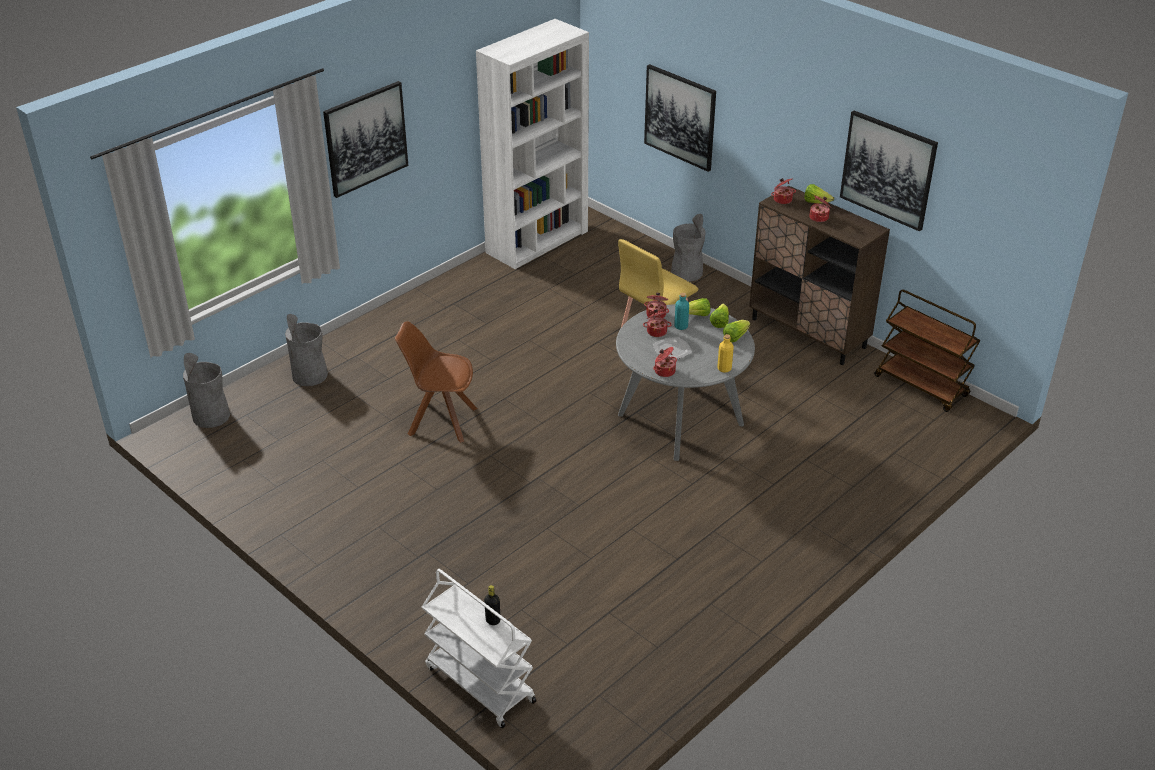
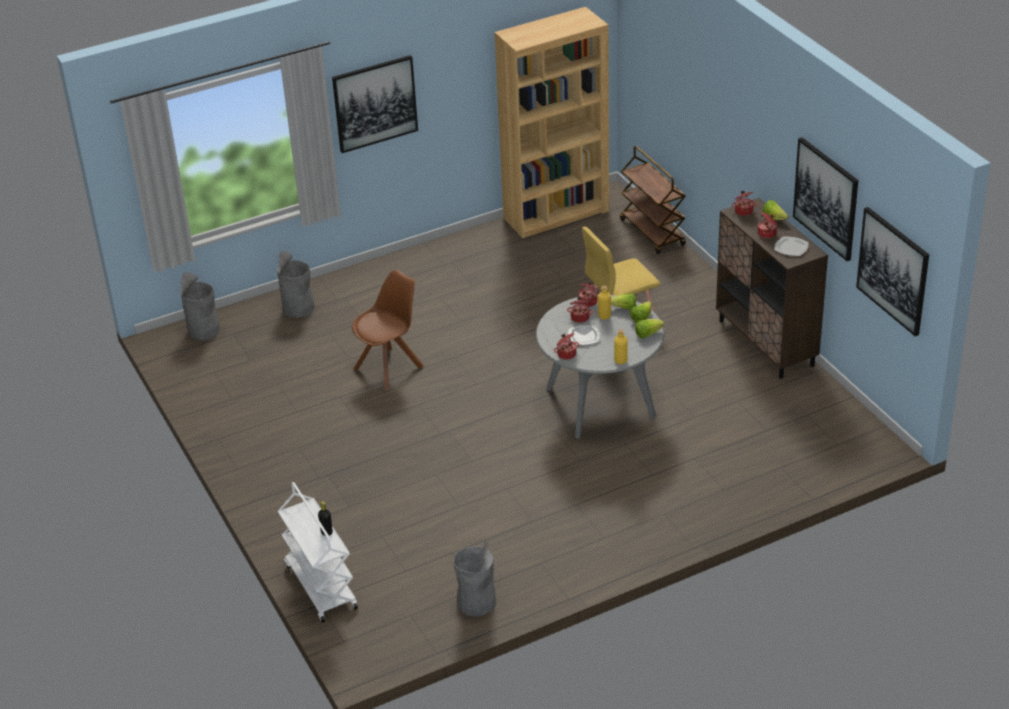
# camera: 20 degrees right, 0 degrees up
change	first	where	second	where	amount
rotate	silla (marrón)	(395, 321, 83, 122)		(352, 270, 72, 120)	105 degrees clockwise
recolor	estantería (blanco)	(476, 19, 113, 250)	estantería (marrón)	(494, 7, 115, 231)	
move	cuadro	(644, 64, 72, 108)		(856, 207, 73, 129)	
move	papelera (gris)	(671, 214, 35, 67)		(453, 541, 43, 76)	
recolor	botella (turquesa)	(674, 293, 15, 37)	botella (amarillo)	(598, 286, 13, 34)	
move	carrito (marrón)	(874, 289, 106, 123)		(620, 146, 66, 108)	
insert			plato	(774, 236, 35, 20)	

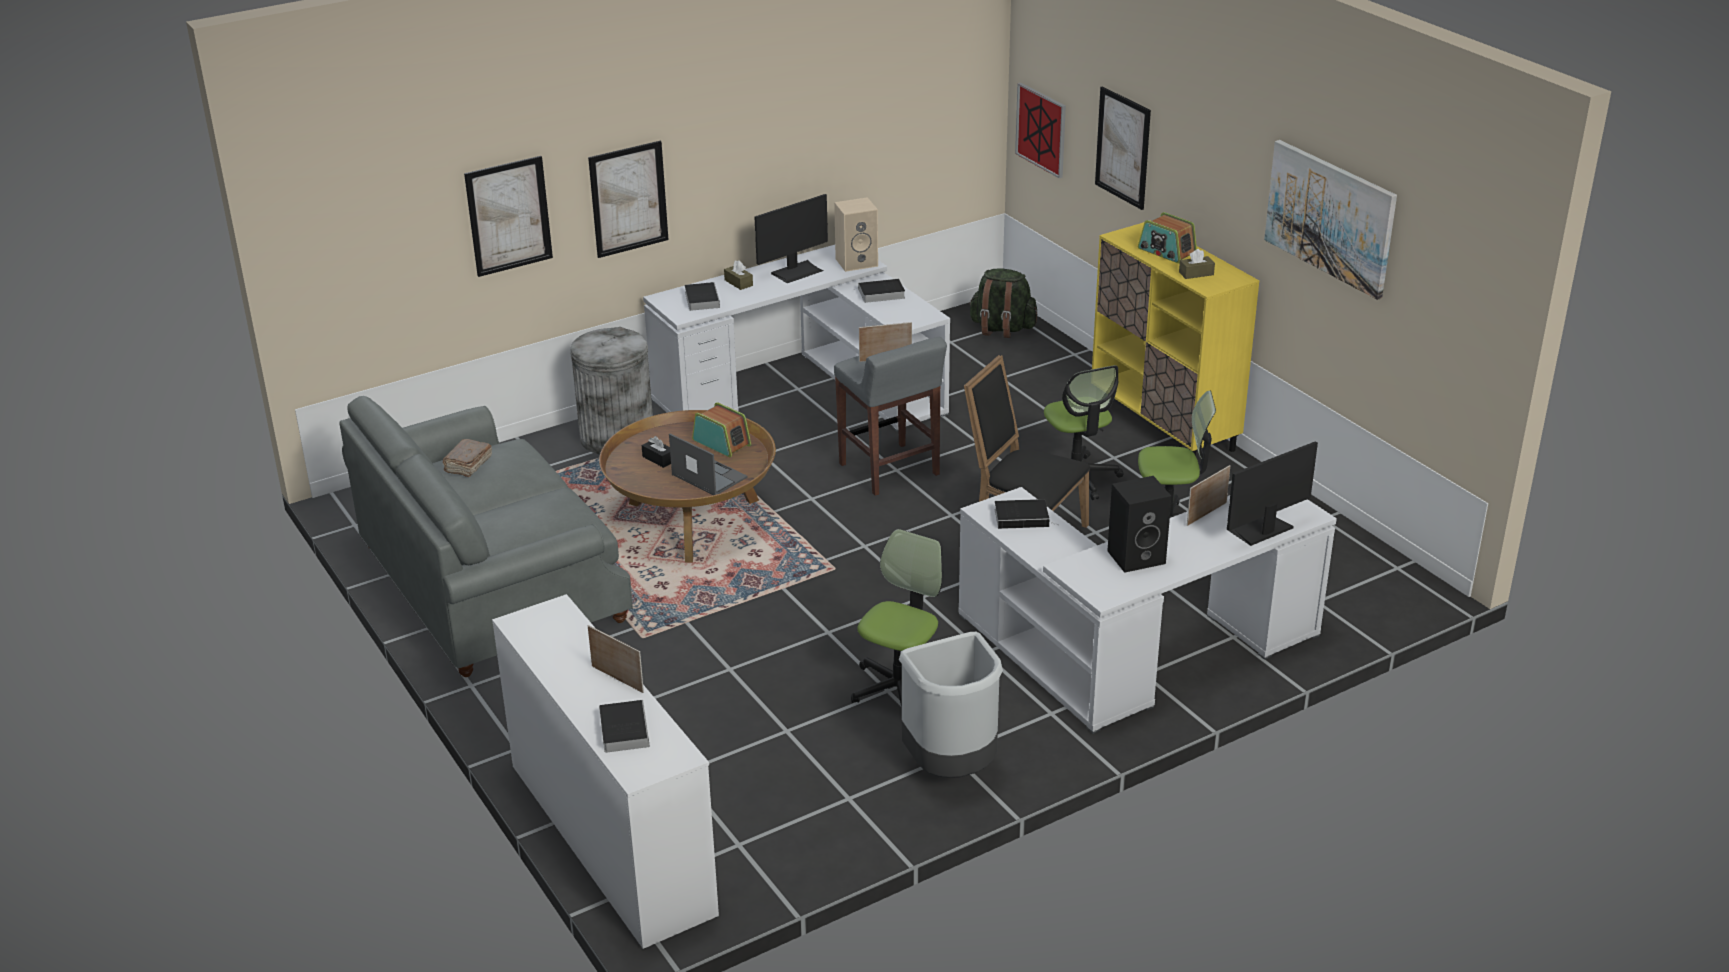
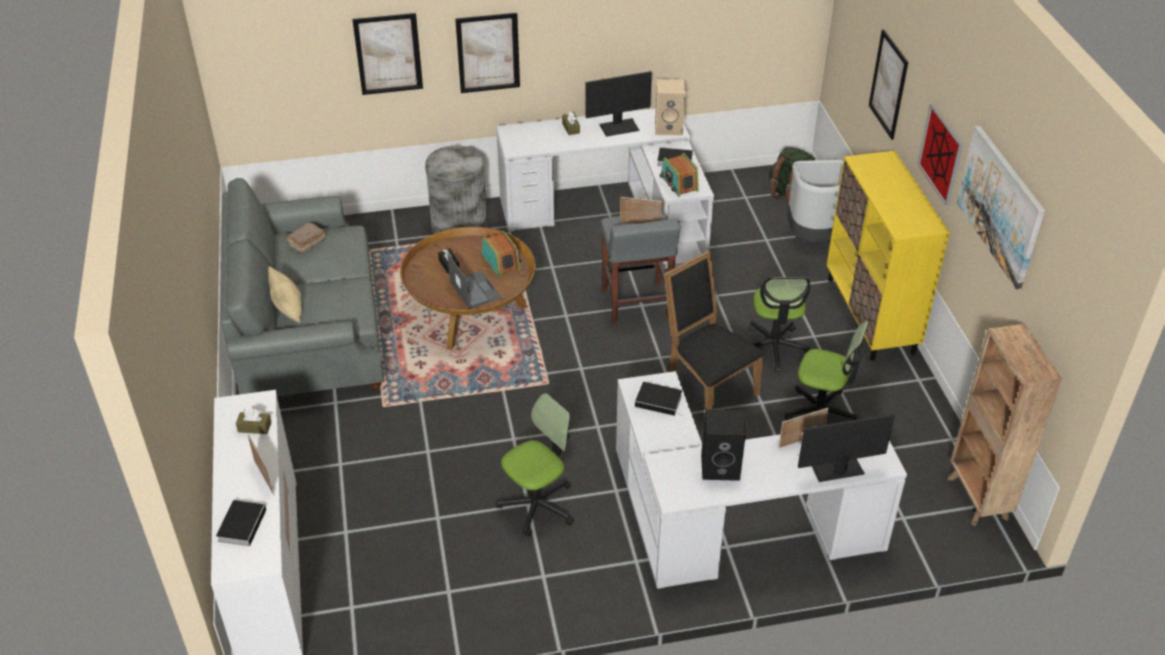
# camera: 20 degrees right, 10 degrees up
change	first	where	second	where	amount
delete	libro	(684, 282, 36, 29)			
move	papelera (gris)	(899, 632, 104, 146)		(787, 160, 56, 83)	
move	cuadro	(1015, 83, 51, 95)		(917, 104, 47, 102)	
move	radio	(1138, 212, 59, 51)		(660, 153, 39, 44)	
move	caja de pañuelos (marrón)	(1179, 249, 36, 30)		(236, 409, 35, 25)	
insert			cojín (beis)	(268, 266, 34, 57)	
insert			estantería (marrón)	(947, 324, 115, 202)	

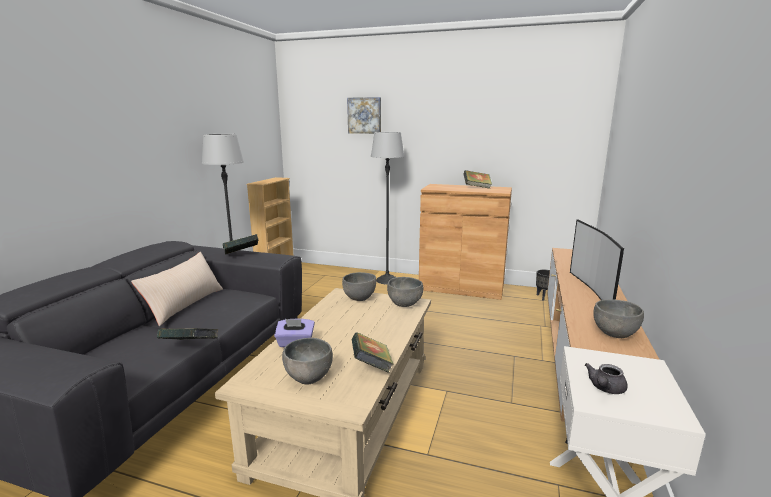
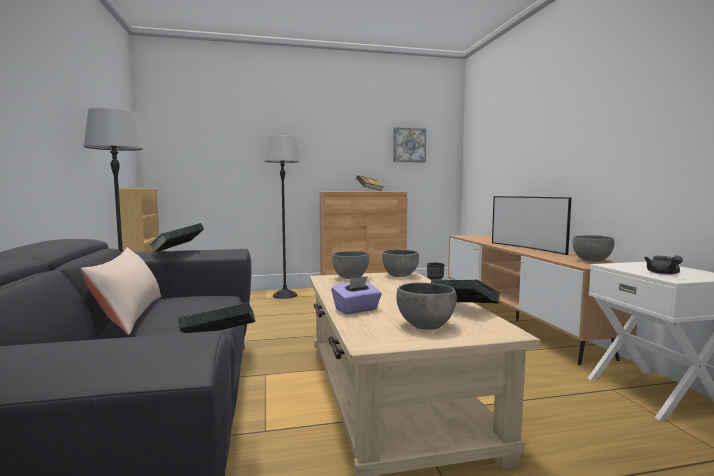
# camera: 30 degrees left, 10 degrees down
change	first	where	second	where	amount
move	cuadro	(347, 97, 34, 37)		(393, 128, 33, 35)	

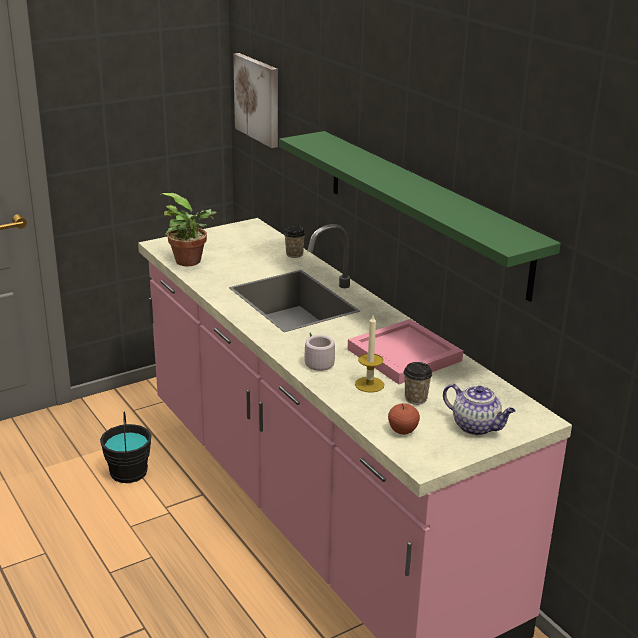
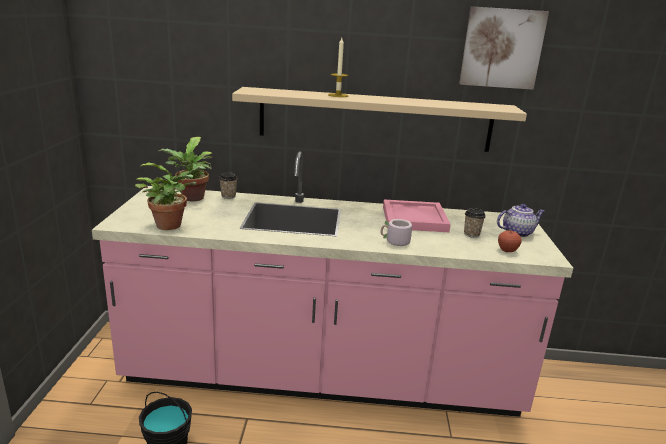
# camera: 55 degrees left, 5 degrees down
change	first	where	second	where	amount
move	cuadro	(233, 53, 45, 95)		(459, 6, 90, 84)	
recolor	estante (verde)	(279, 131, 282, 171)	estante (beis)	(232, 87, 295, 65)	
move	vela	(355, 315, 29, 78)		(328, 38, 20, 59)	
insert			planta en maceta	(158, 137, 55, 65)	

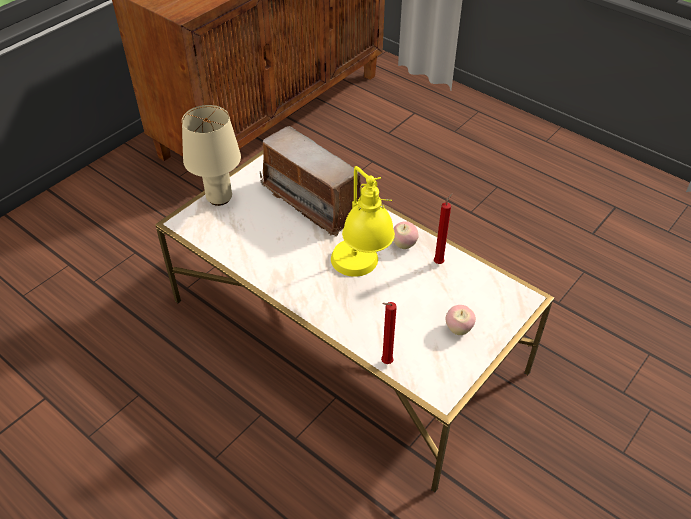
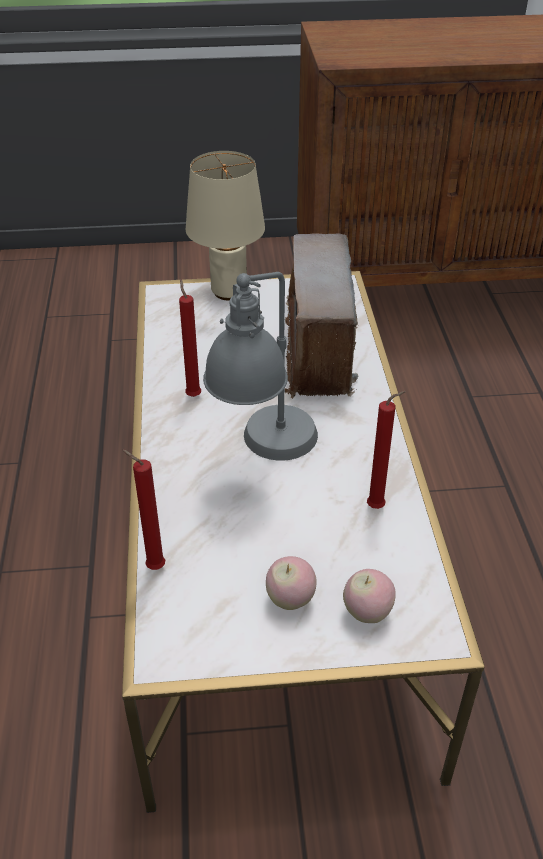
# camera: 45 degrees right, 5 degrees down
change	first	where	second	where	amount
recolor	lámpara de mesa (amarillo)	(331, 166, 64, 111)	lámpara de mesa (gris)	(203, 272, 115, 189)	
move	manzana	(393, 221, 26, 28)		(343, 569, 53, 54)	
insert			vela (rojo)	(179, 279, 22, 118)	

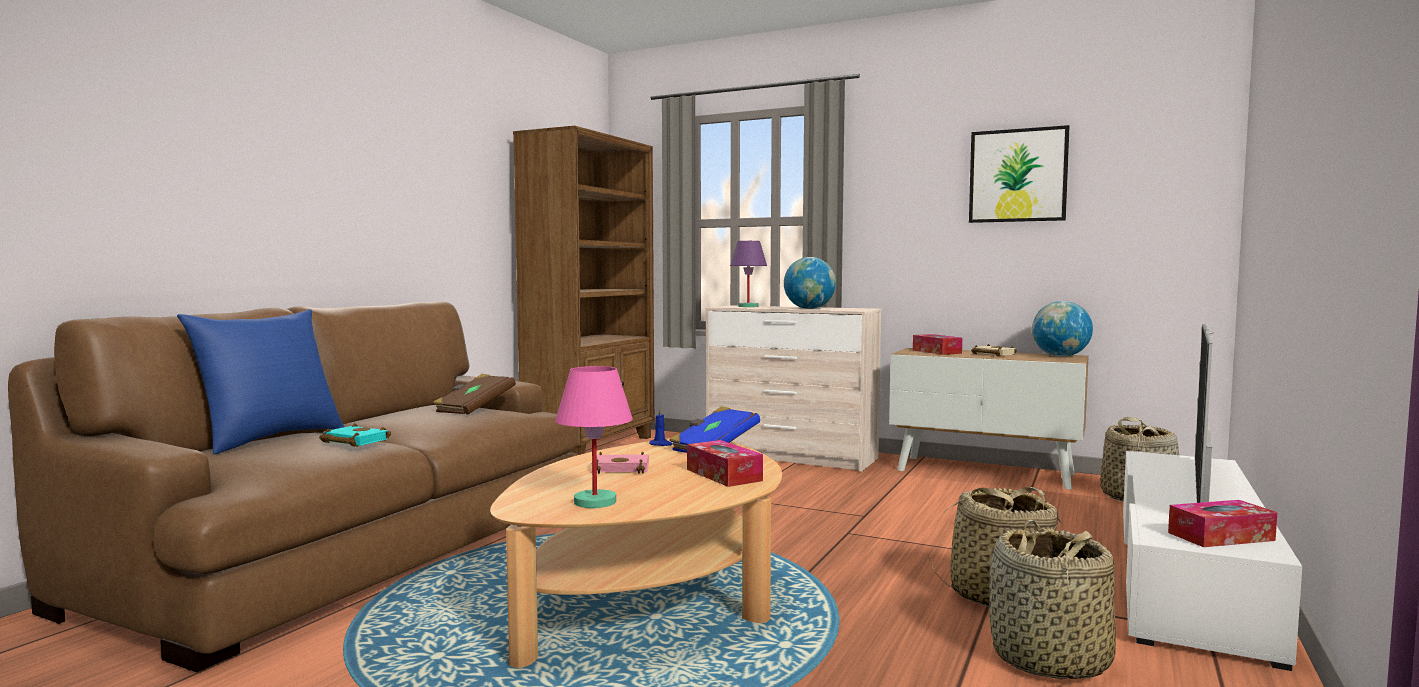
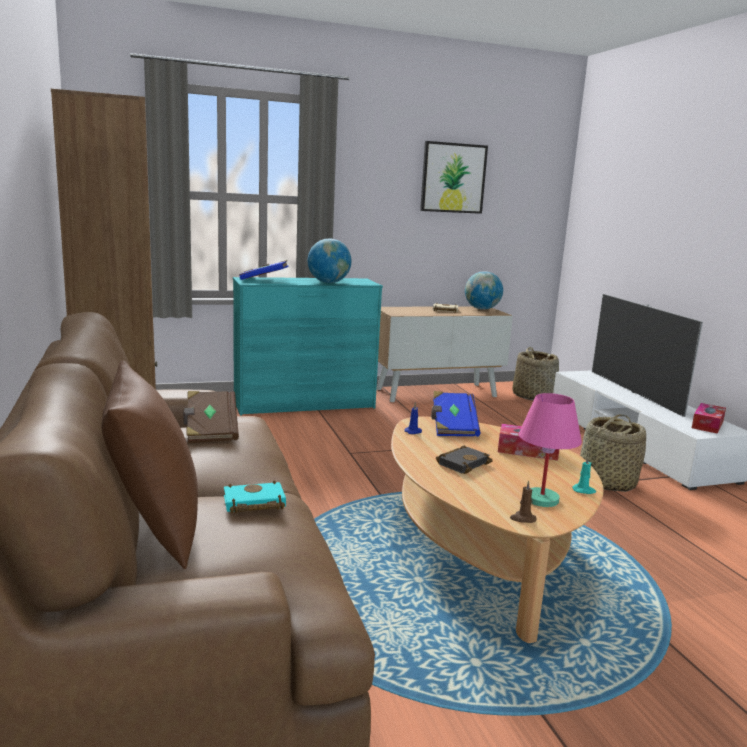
# camera: 45 degrees left, 10 degrees up
change	first	where	second	where	amount
recolor	cojín (azul)	(177, 309, 167, 145)	cojín (marrón)	(101, 361, 97, 208)	
recolor	libro (rosa)	(591, 452, 58, 22)	libro (negro)	(436, 445, 57, 29)	
recolor	cómoda (beis)	(705, 305, 177, 167)	cómoda (turquesa)	(233, 277, 150, 139)	
replace	lámpara de mesa (morado)	(730, 241, 37, 66)	libro (azul)	(239, 260, 50, 20)	
delete	caja de pañuelos	(913, 334, 49, 21)			
delete	cesta	(989, 520, 127, 159)			
insert			vela (marrón)	(510, 480, 26, 43)	
insert			vela (turquesa)	(572, 456, 24, 38)	

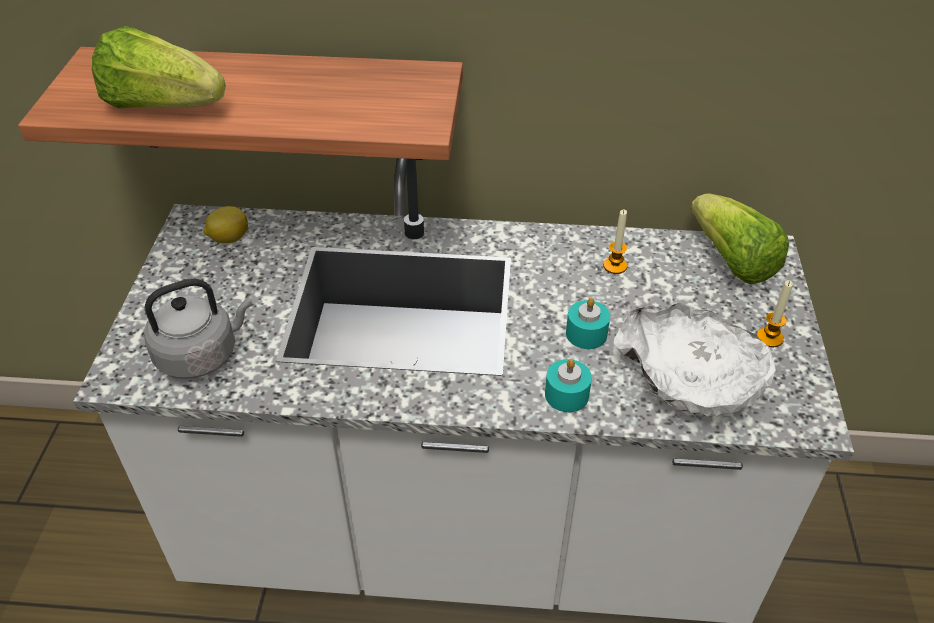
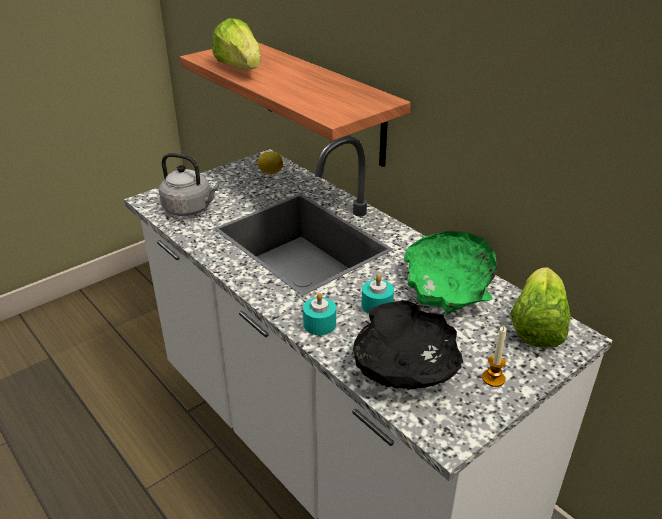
# camera: 45 degrees right, 10 degrees down
change	first	where	second	where	amount
replace	vela	(603, 210, 24, 64)	cuenco (verde)	(404, 231, 93, 84)	
recolor	cuenco (blanco)	(614, 303, 162, 114)	cuenco (negro)	(353, 300, 111, 90)	

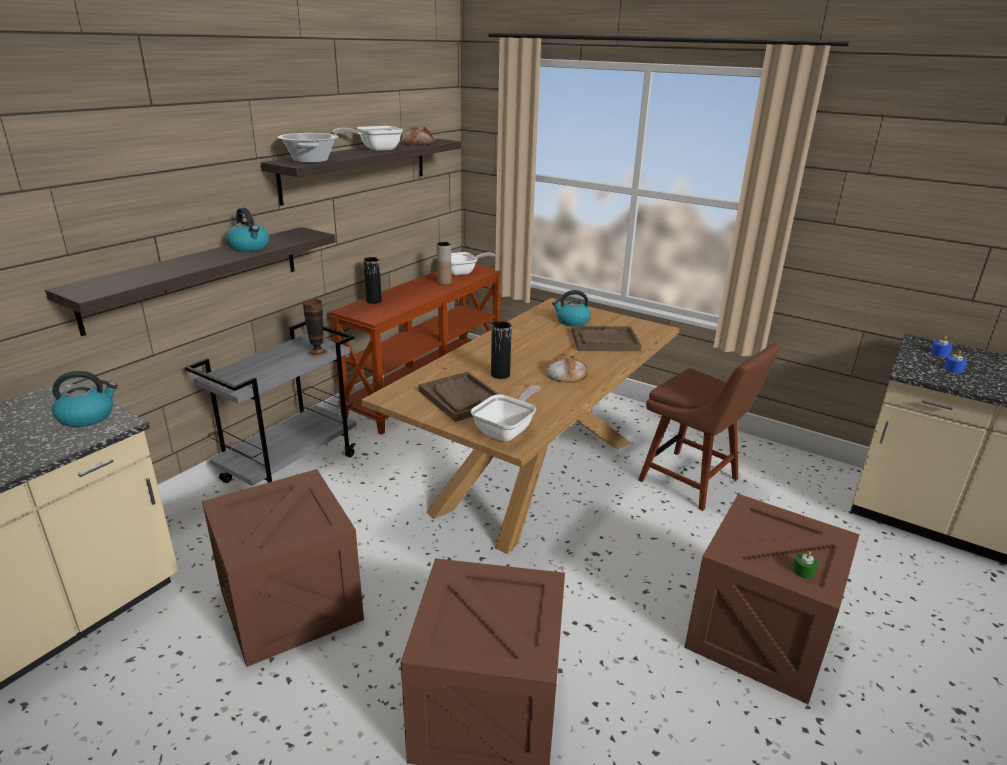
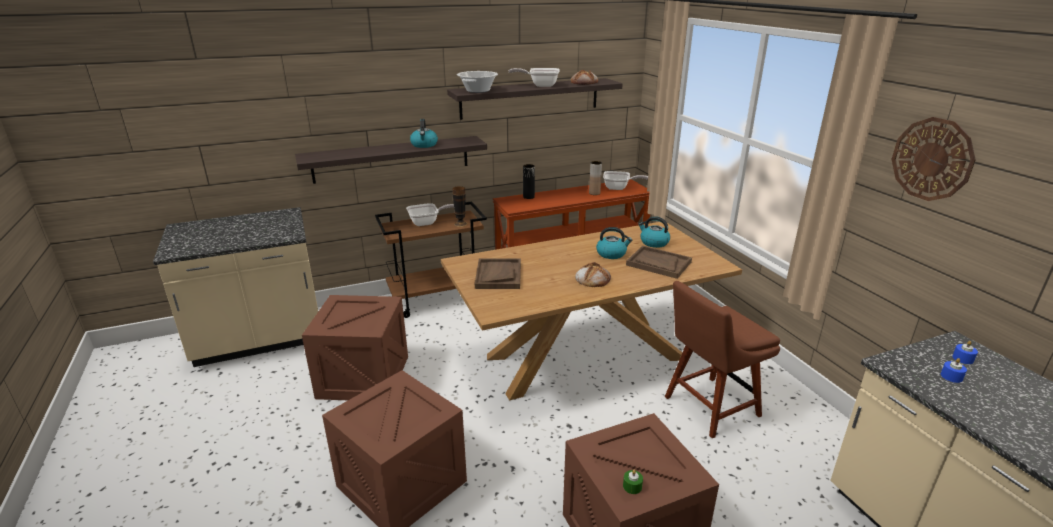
# camera: 35 degrees right, 0 degrees up
change	first	where	second	where	amount
move	hervidor	(52, 371, 66, 56)		(596, 227, 36, 32)	
recolor	carrito (gris)	(185, 321, 172, 165)	carrito (marrón)	(375, 201, 112, 117)	
move	sartén	(471, 386, 70, 56)		(406, 203, 48, 23)	
delete	florero (negro)	(491, 321, 21, 58)			
rotate	silla (marrón)	(638, 344, 141, 167)		(665, 281, 115, 157)	75 degrees clockwise
insert			reloj de pared	(891, 117, 85, 84)	

